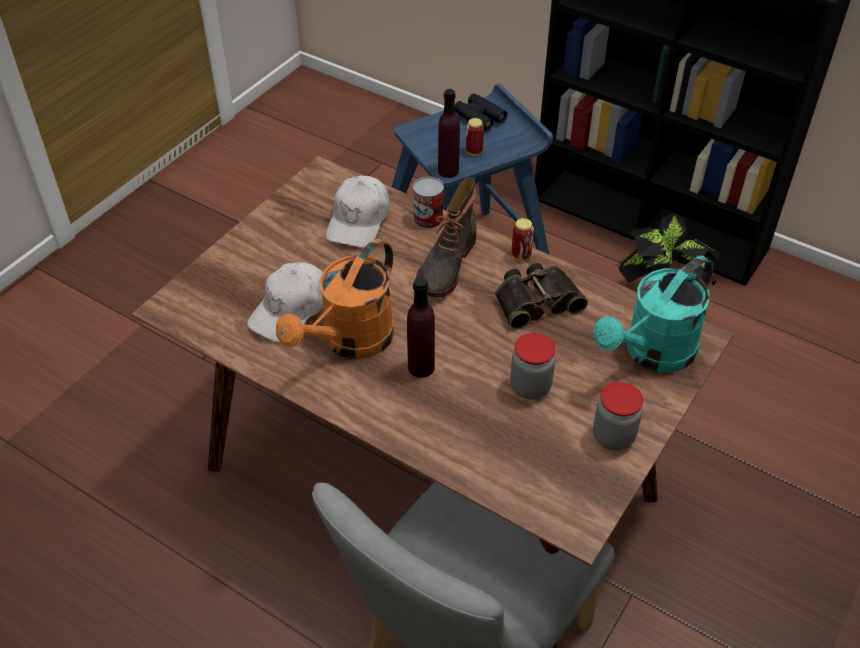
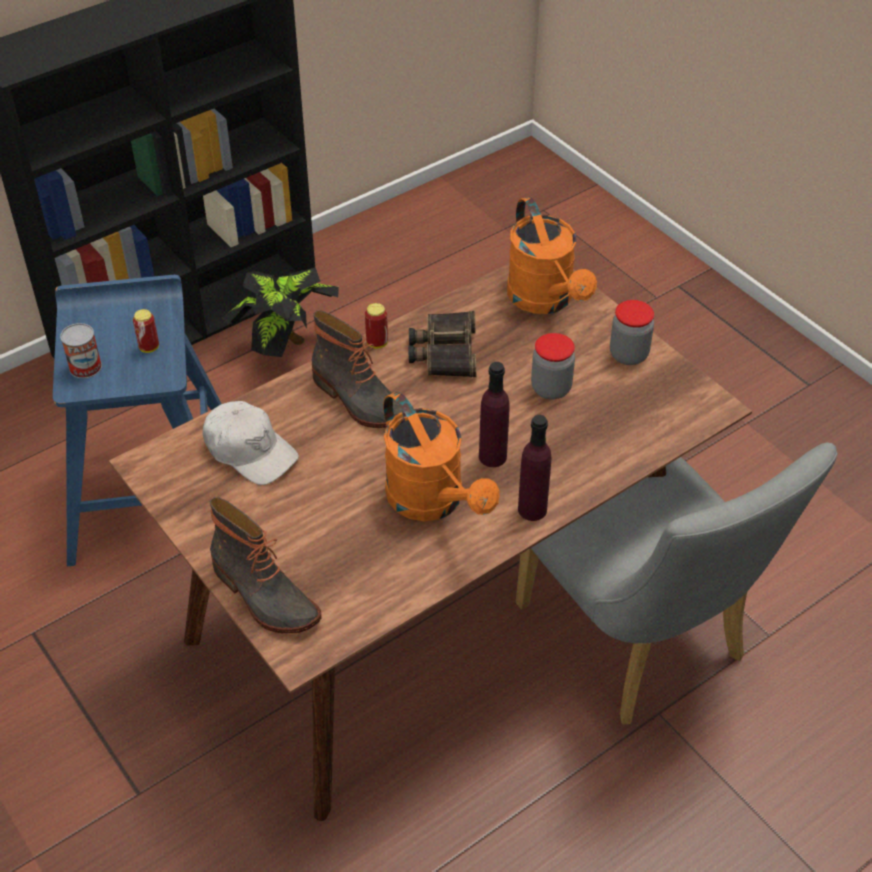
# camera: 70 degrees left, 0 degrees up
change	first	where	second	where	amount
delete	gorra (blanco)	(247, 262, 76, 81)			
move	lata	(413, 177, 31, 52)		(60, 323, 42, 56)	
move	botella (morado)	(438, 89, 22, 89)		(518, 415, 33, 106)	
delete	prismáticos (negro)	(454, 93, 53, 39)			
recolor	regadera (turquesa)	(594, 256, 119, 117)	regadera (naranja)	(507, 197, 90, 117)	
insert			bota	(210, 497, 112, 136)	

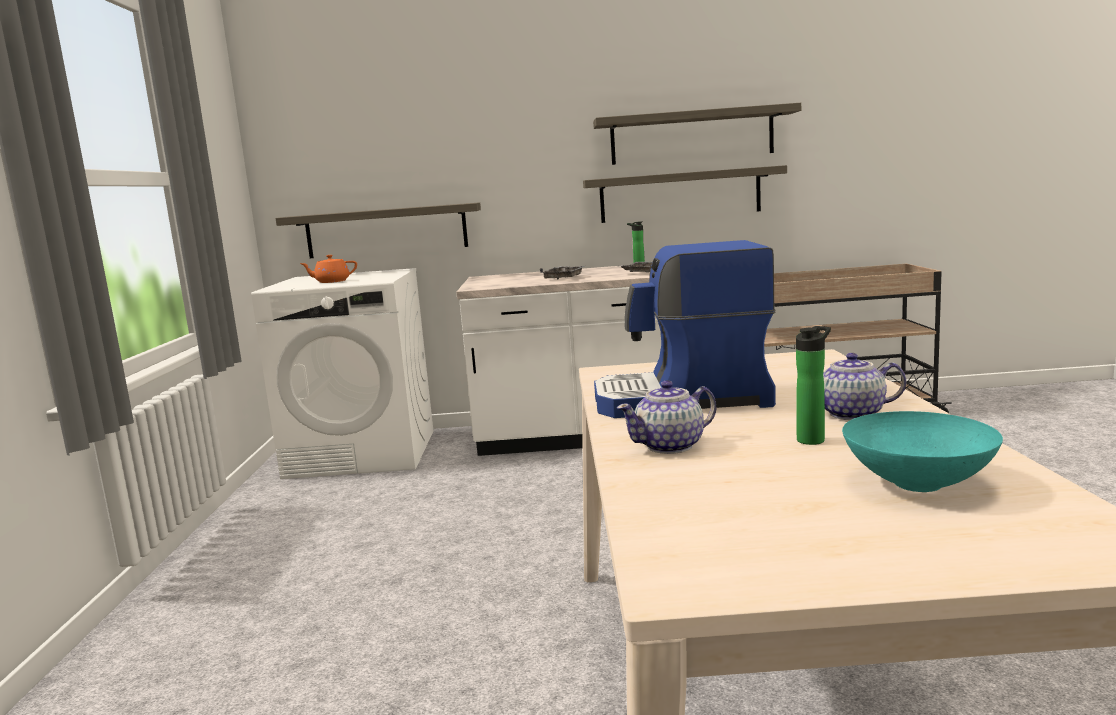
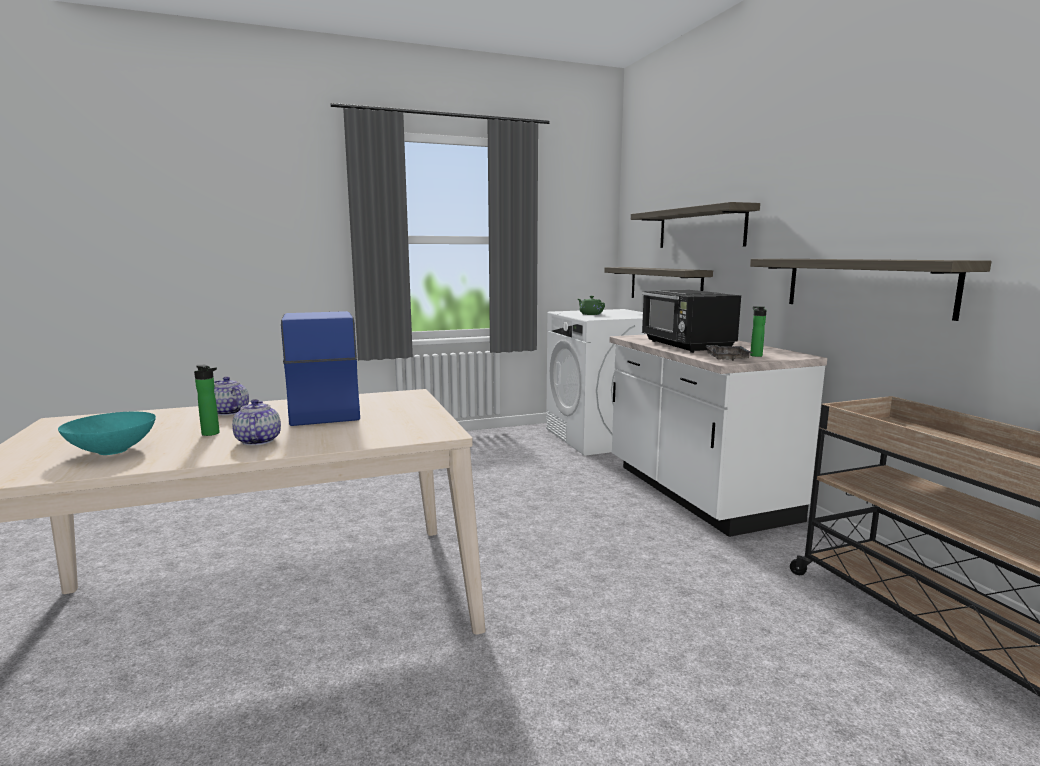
# camera: 70 degrees right, 0 degrees up
change	first	where	second	where	amount
recolor	tetera (naranja)	(299, 255, 58, 28)	tetera (verde)	(578, 296, 27, 19)	
replace	bandeja (gris)	(540, 266, 44, 13)	microondas (negro)	(642, 290, 99, 63)	
move	estante	(593, 103, 208, 62)		(631, 202, 129, 46)	

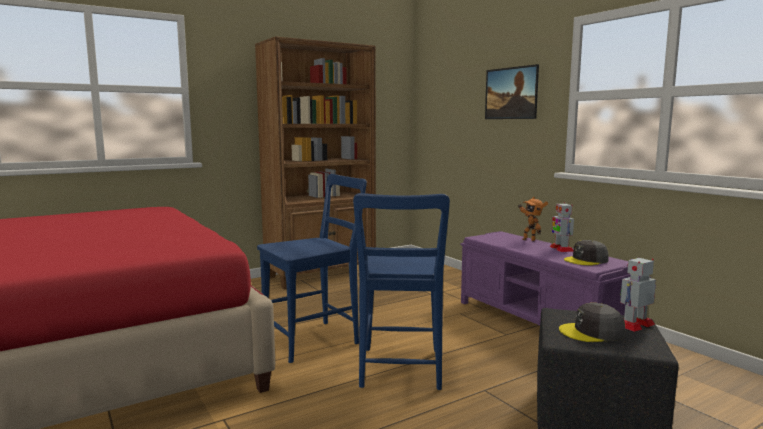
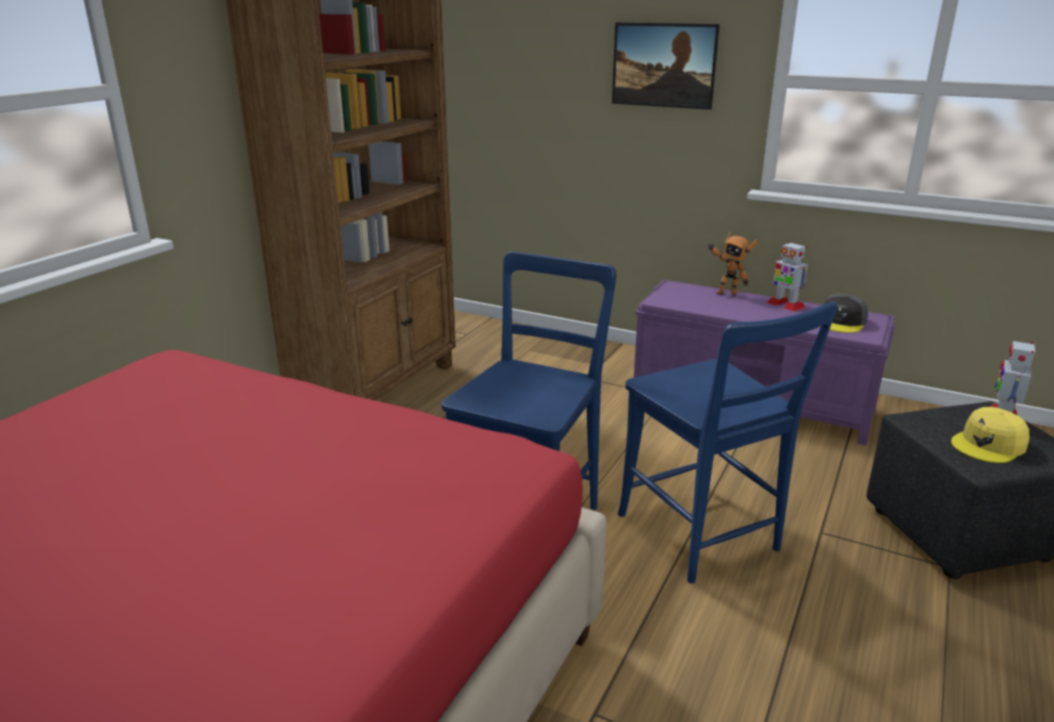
# camera: 30 degrees left, 15 degrees up
change	first	where	second	where	amount
recolor	gorra (gris)	(559, 303, 66, 39)	gorra (amarillo)	(951, 407, 79, 56)	

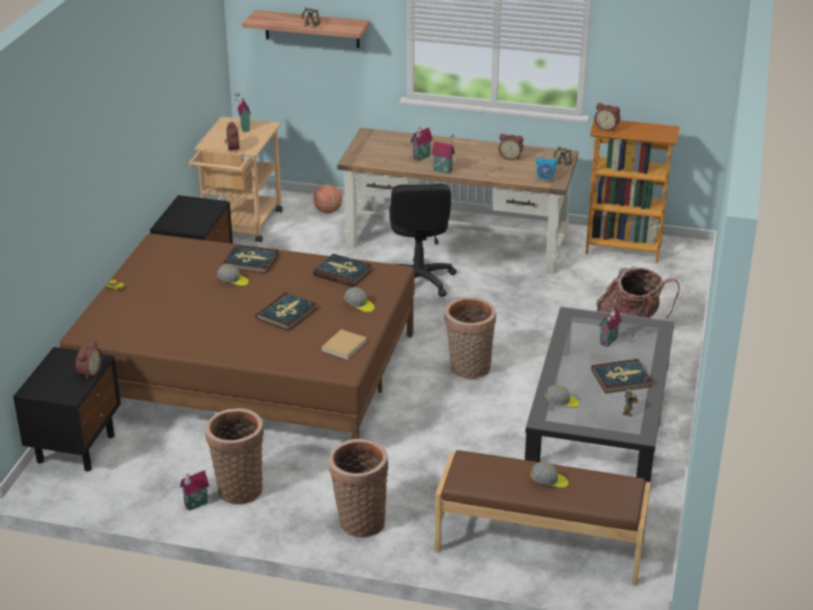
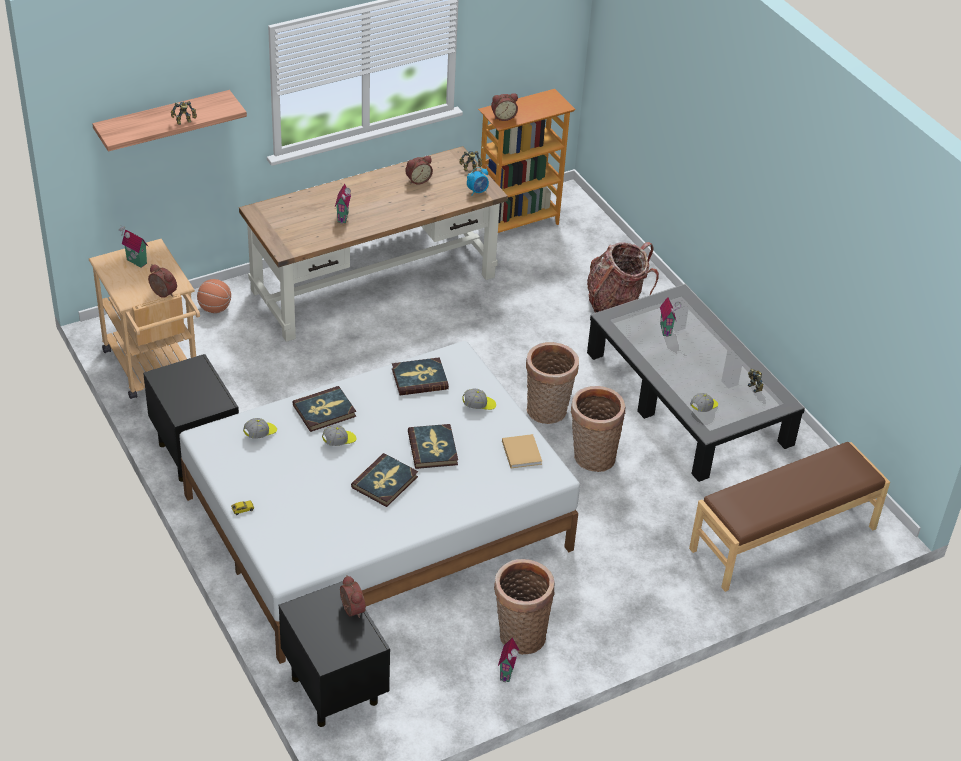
# camera: 45 degrees left, 10 degrees up
change	first	where	second	where	amount
recolor	cama (marrón)	(60, 233, 354, 206)	cama (blanco)	(179, 341, 401, 323)	
move	cesta	(329, 439, 59, 98)		(570, 386, 55, 86)	
delete	silla de oficina (negro)	(389, 184, 68, 113)			
delete	casita	(432, 135, 23, 39)			
move	gorra	(531, 462, 37, 26)		(243, 418, 34, 21)	
move	libro	(592, 359, 60, 34)		(351, 453, 67, 54)	

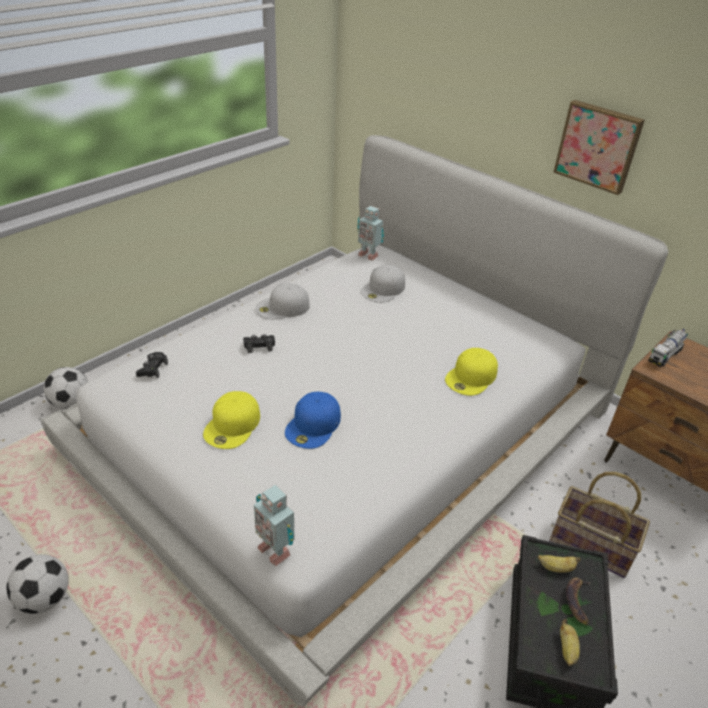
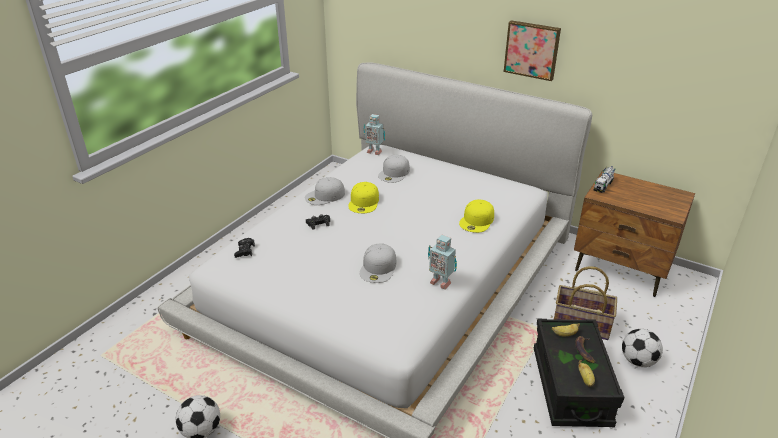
# camera: 10 degrees left, 5 degrees down
change	first	where	second	where	amount
move	balón de fútbol	(44, 367, 44, 42)		(622, 329, 41, 38)	
move	gorra (amarillo)	(203, 391, 57, 58)		(348, 182, 31, 31)	
move	robot de juguete	(254, 485, 40, 81)		(428, 235, 29, 54)	
recolor	gorra (azul)	(285, 392, 56, 57)	gorra (blanco)	(360, 244, 36, 39)	

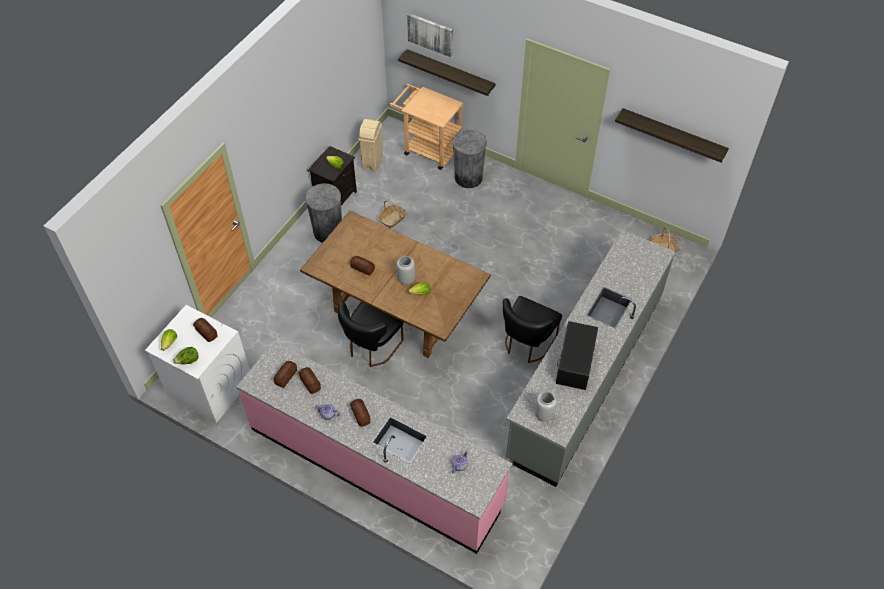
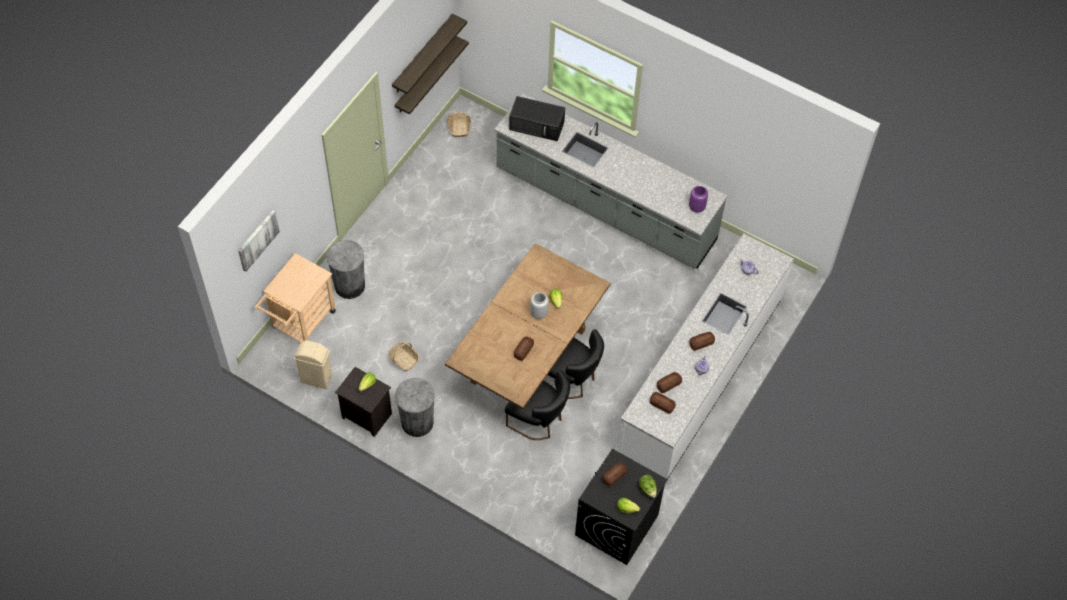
# camera: 90 degrees left, 5 degrees up
change	first	where	second	where	amount
recolor	lavadora (blanco)	(145, 305, 105, 118)	lavadora (negro)	(575, 449, 93, 116)	
recolor	mueble bajo de cocina (rosa)	(237, 341, 275, 213)	mueble bajo de cocina (blanco)	(620, 234, 174, 245)	
move	estante	(398, 49, 98, 47)		(395, 36, 74, 79)	
move	silla (negro)	(503, 296, 59, 67)		(505, 370, 65, 70)	
recolor	florero (gris)	(535, 391, 22, 30)	florero (morado)	(689, 186, 19, 27)	
move	microondas (negro)	(556, 321, 42, 69)		(509, 96, 56, 45)	

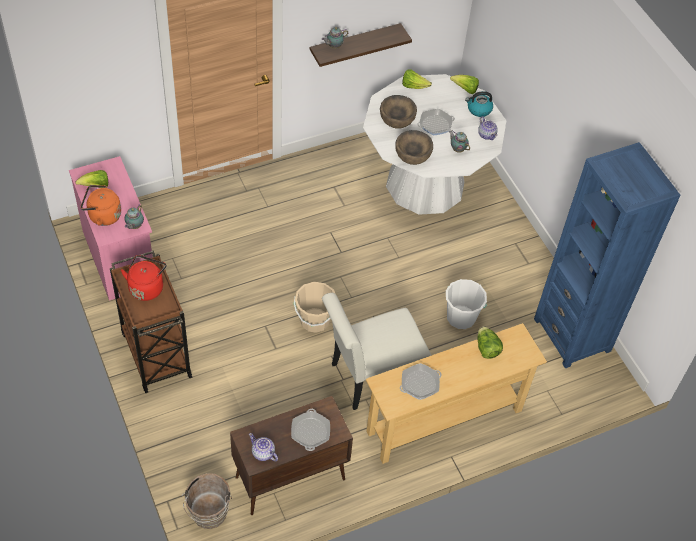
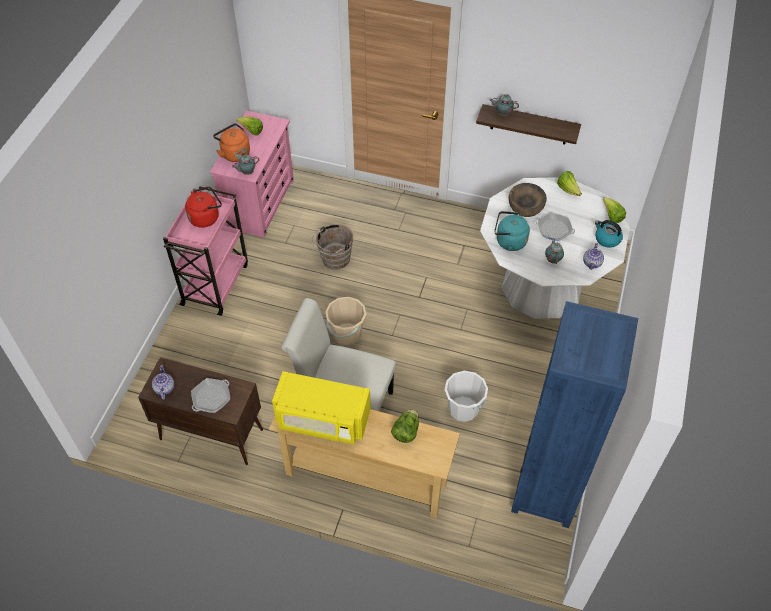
# camera: 45 degrees right, 0 degrees up
change	first	where	second	where	amount
recolor	carrito (marrón)	(110, 251, 83, 142)	carrito (rosa)	(163, 186, 85, 130)	
move	cubo (marrón)	(181, 473, 51, 56)		(312, 224, 41, 45)	
replace	cuenco (marrón)	(395, 130, 38, 35)	hervidor (turquesa)	(494, 211, 36, 40)	
replace	sartén	(400, 363, 41, 37)	microondas (amarillo)	(272, 371, 99, 73)	

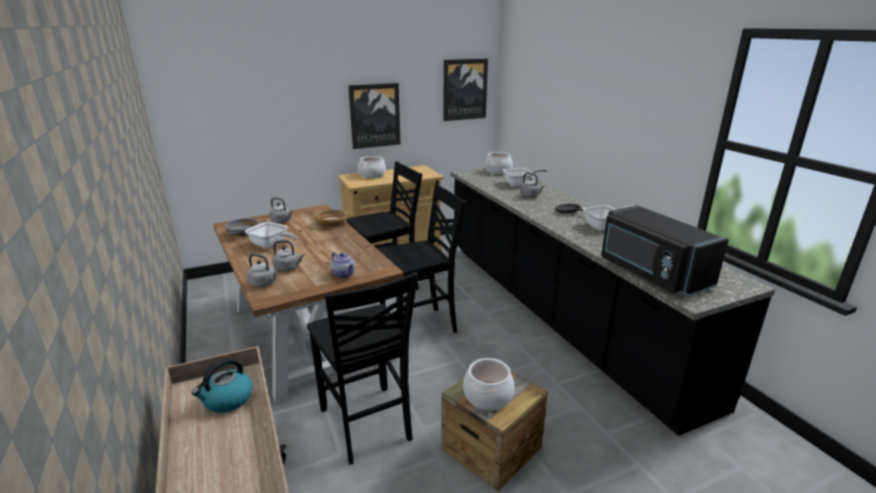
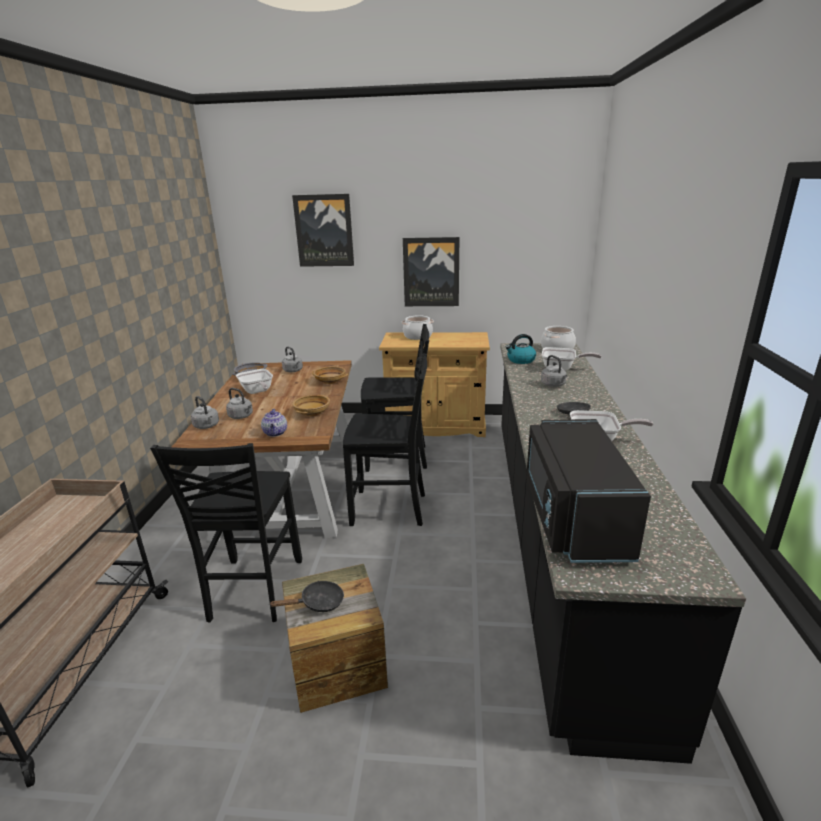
# camera: 30 degrees right, 0 degrees up
change	first	where	second	where	amount
move	hervidor	(191, 358, 62, 55)		(506, 334, 30, 30)	
move	cuadro	(443, 59, 45, 62)		(292, 194, 62, 73)	
replace	olla	(463, 358, 51, 52)	sartén (negro)	(270, 581, 74, 31)	
insert			cuenco (beis)	(292, 395, 38, 21)	

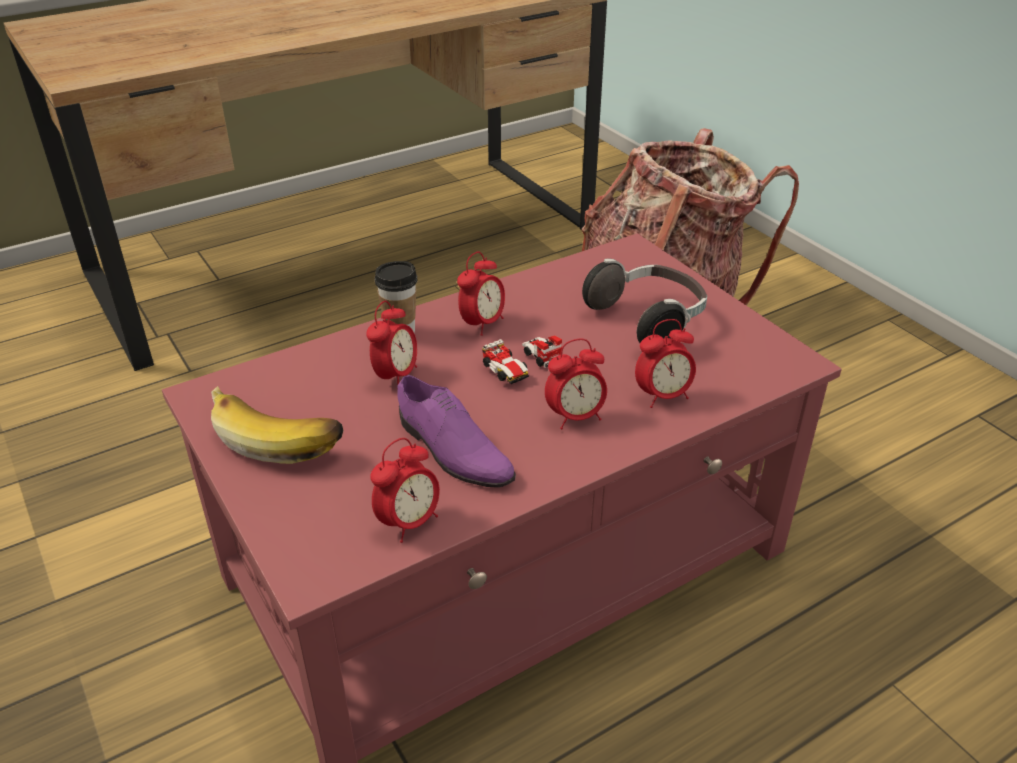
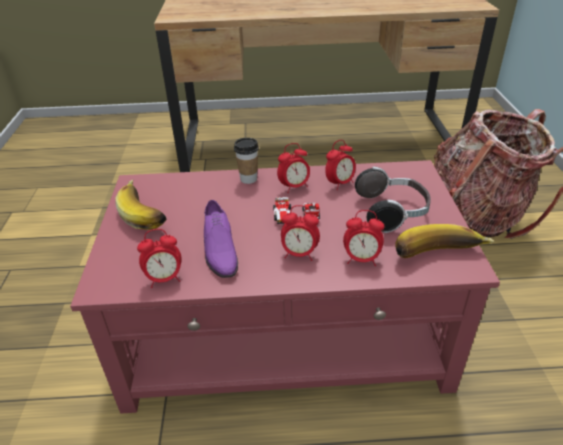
# camera: 30 degrees right, 0 degrees up
change	first	where	second	where	amount
move	despertador	(366, 301, 51, 89)		(325, 140, 31, 50)	
insert			plátano	(395, 224, 99, 34)	

